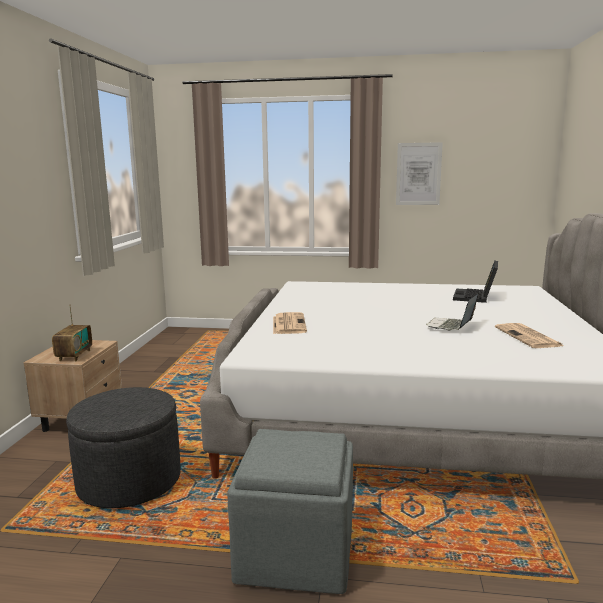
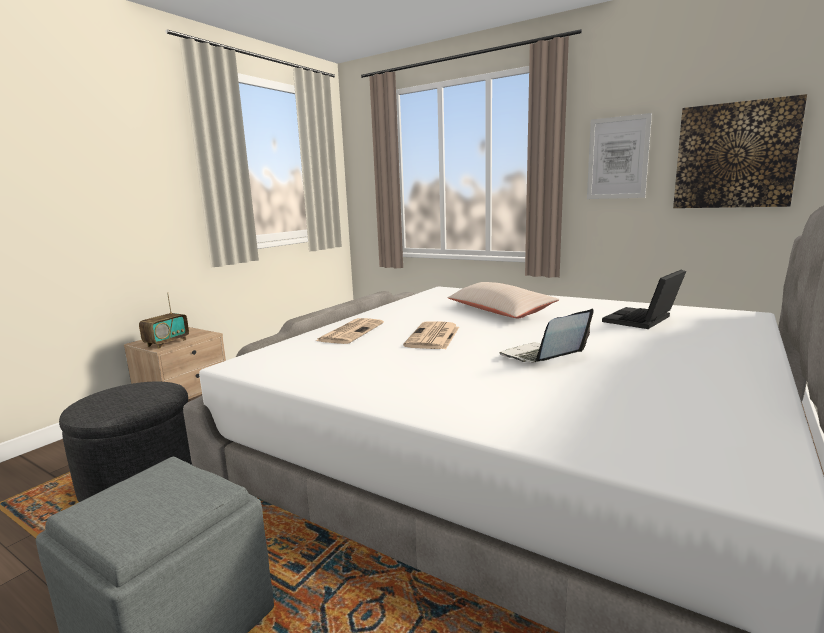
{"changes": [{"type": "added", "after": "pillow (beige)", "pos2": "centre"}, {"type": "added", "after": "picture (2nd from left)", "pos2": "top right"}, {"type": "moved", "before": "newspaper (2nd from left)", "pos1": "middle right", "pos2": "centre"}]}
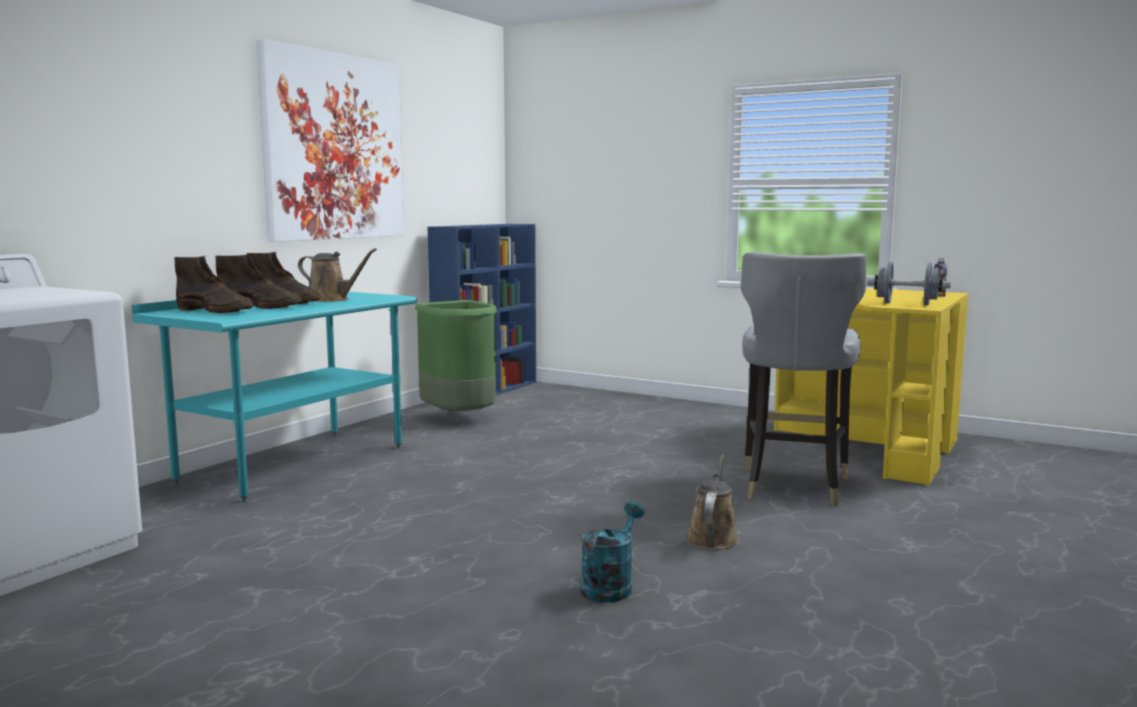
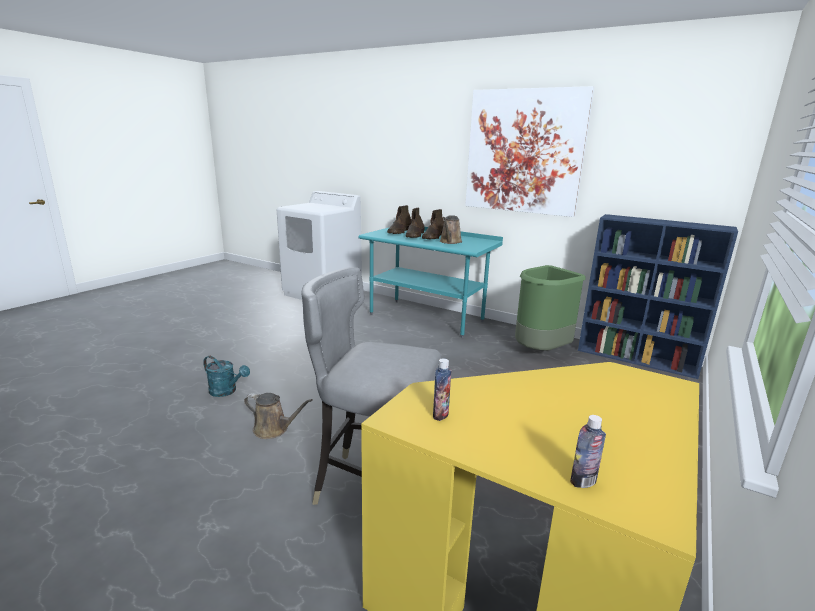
{"changes": [{"type": "replaced", "before": "dumbbell (grey)", "after": "bottle (1st from left)", "pos1": "middle right", "pos2": "centre"}]}
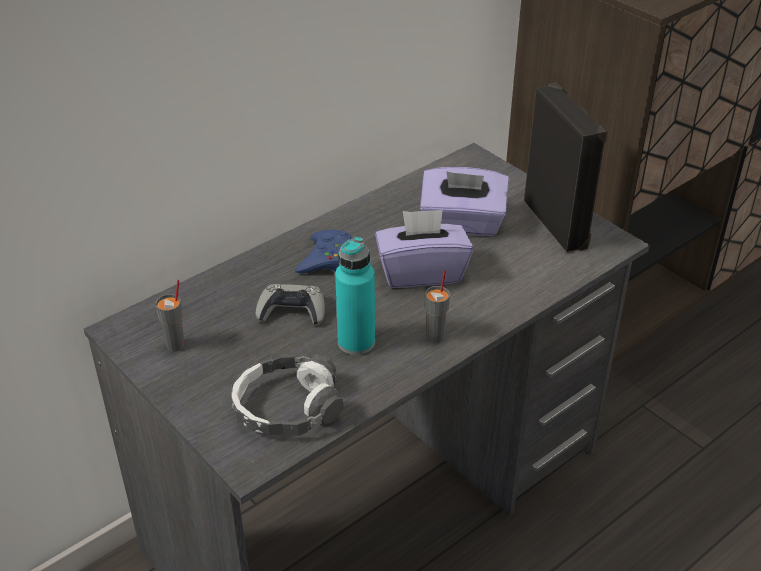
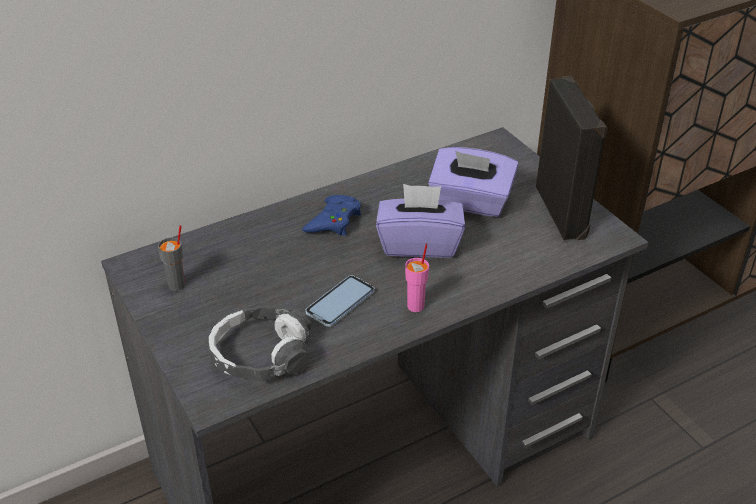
{"changes": [{"type": "removed", "before": "game controller (grey)", "pos1": "centre"}, {"type": "replaced", "before": "bottle (turquoise)", "after": "phone", "pos1": "centre", "pos2": "centre"}, {"type": "recoloured", "before": "cup (grey) (2nd from left)", "after": "cup (pink)", "pos1": "centre", "pos2": "centre"}]}
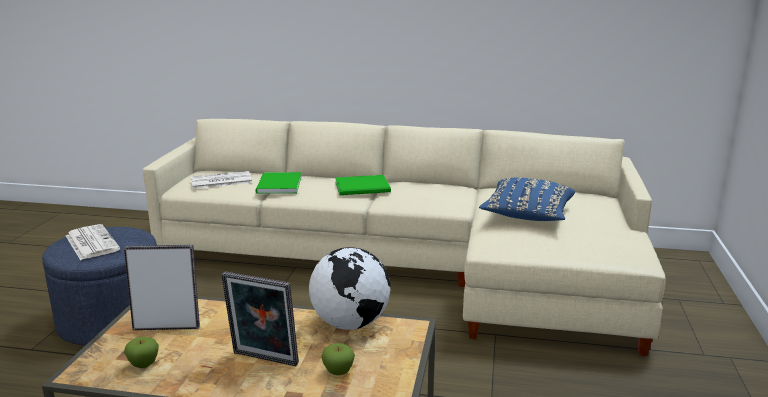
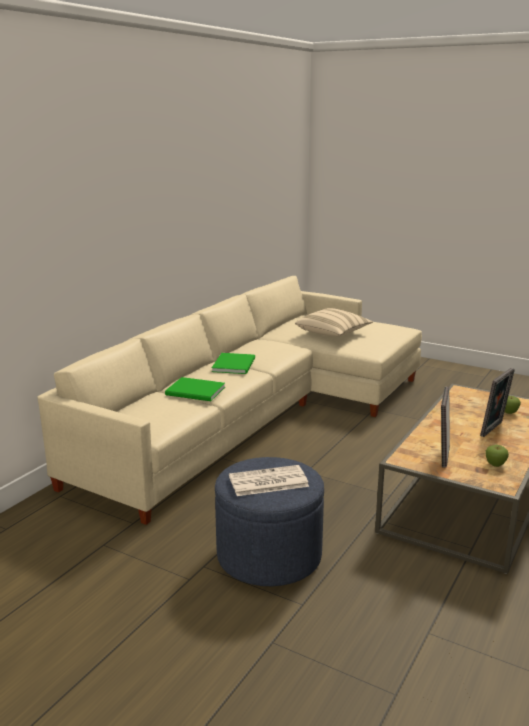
{"changes": [{"type": "removed", "before": "newspaper (2nd from left)", "pos1": "middle left"}, {"type": "removed", "before": "globe", "pos1": "bottom centre"}, {"type": "recoloured", "before": "pillow (blue)", "after": "pillow (beige)", "pos1": "middle right", "pos2": "centre"}]}
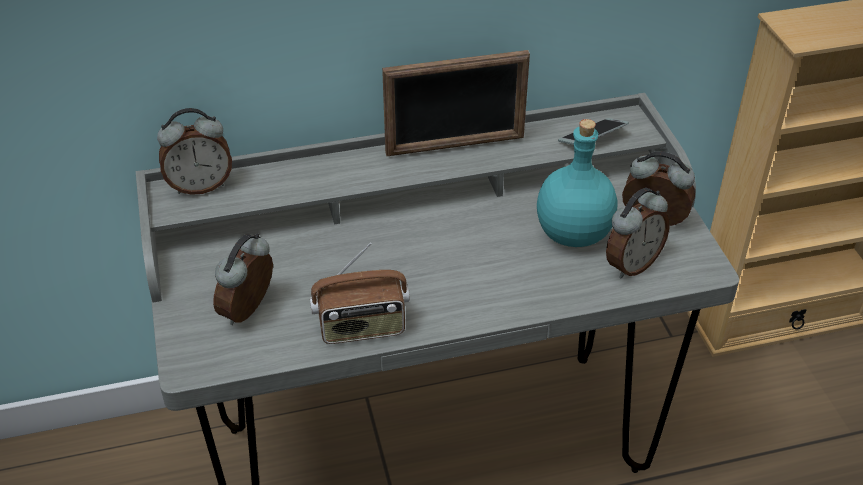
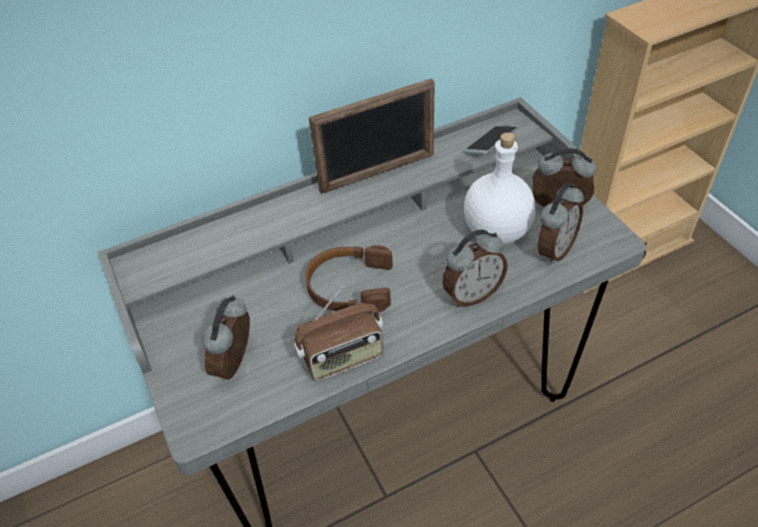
{"changes": [{"type": "added", "after": "headphones (brown)", "pos2": "centre"}, {"type": "moved", "before": "alarm clock (1st from left in the first image)", "after": "alarm clock (2nd from left)", "pos1": "top left", "pos2": "centre"}, {"type": "recoloured", "before": "bottle (turquoise)", "after": "bottle (white)", "pos1": "middle right", "pos2": "centre"}]}
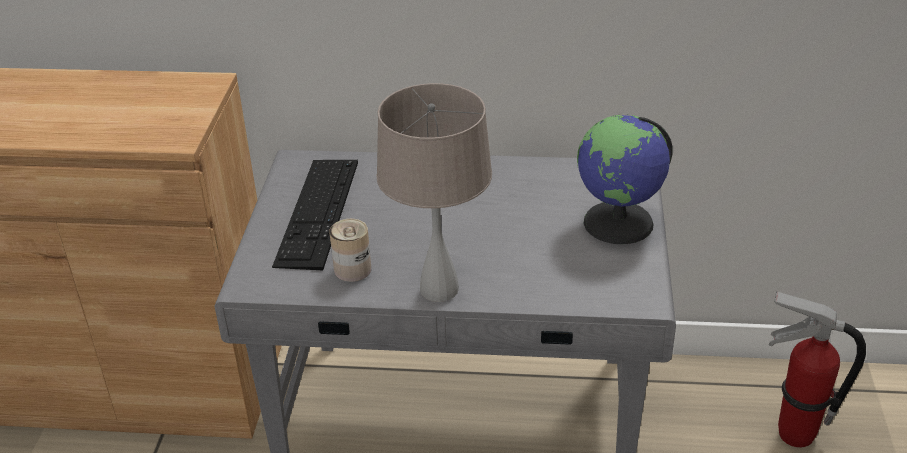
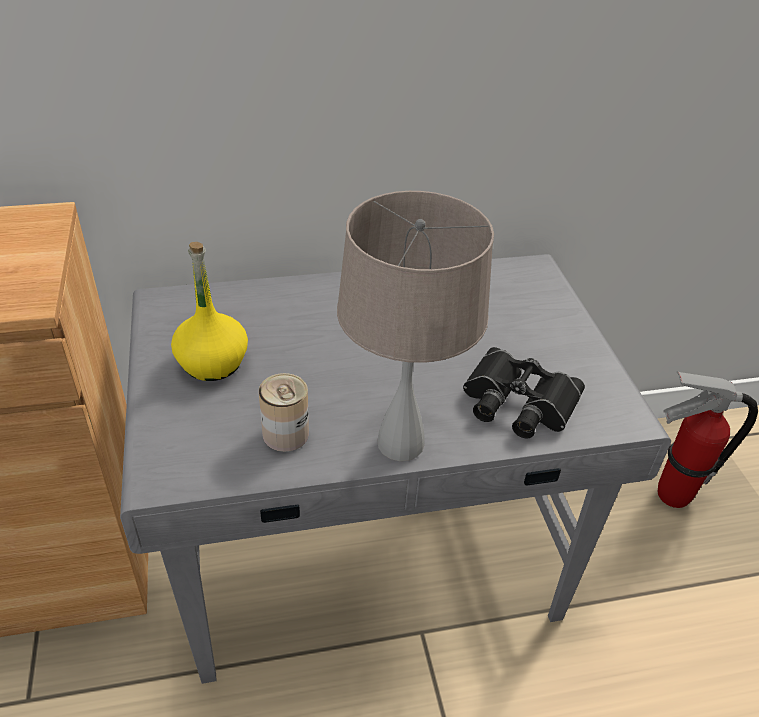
{"changes": [{"type": "removed", "before": "globe", "pos1": "middle right"}, {"type": "added", "after": "binoculars (black)", "pos2": "middle right"}, {"type": "replaced", "before": "keyboard", "after": "bottle (yellow)", "pos1": "centre", "pos2": "middle left"}]}
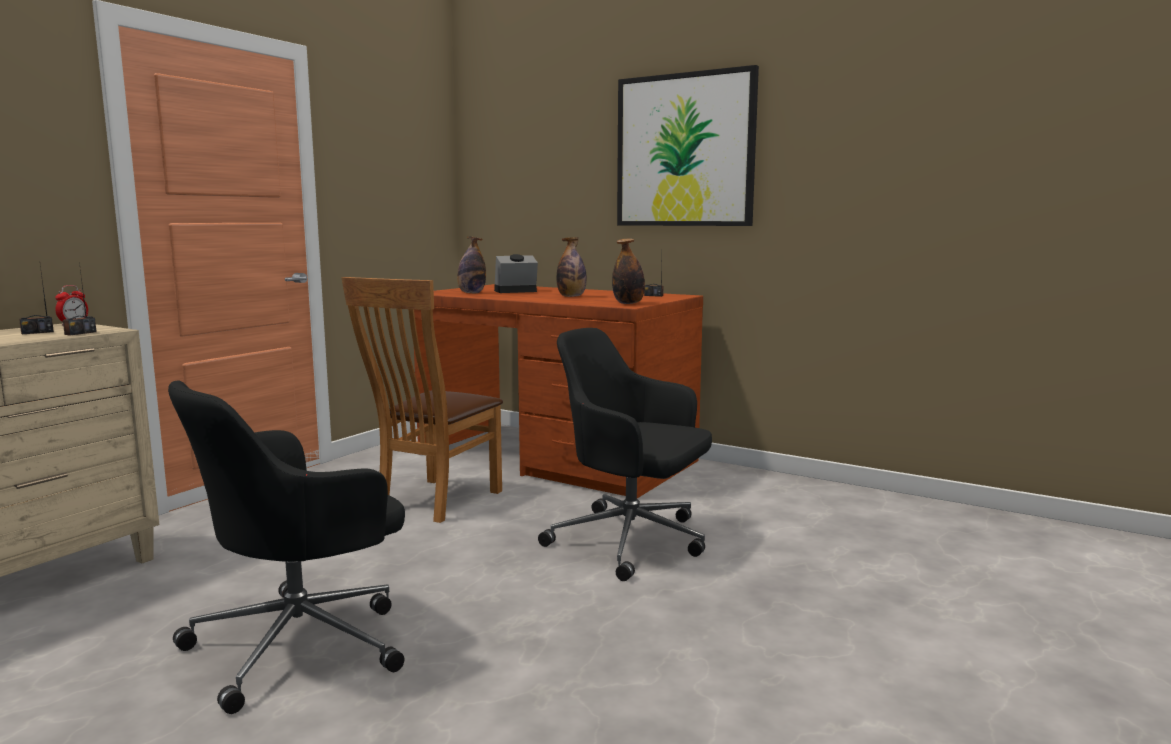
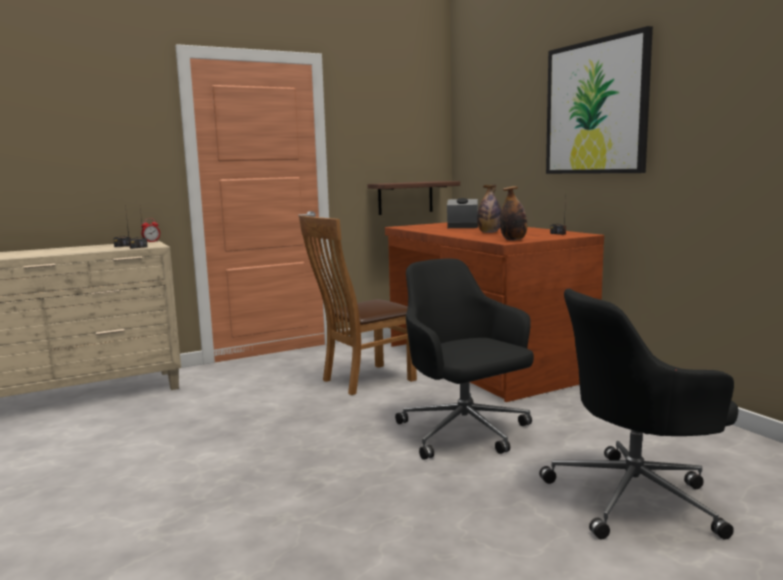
{"changes": [{"type": "removed", "before": "bottle (1st from left)", "pos1": "centre"}, {"type": "added", "after": "shelf", "pos2": "centre"}, {"type": "moved", "before": "office chair (black) (1st from left in the first image)", "after": "office chair (black) (2nd from left)", "pos1": "bottom left", "pos2": "bottom right"}]}
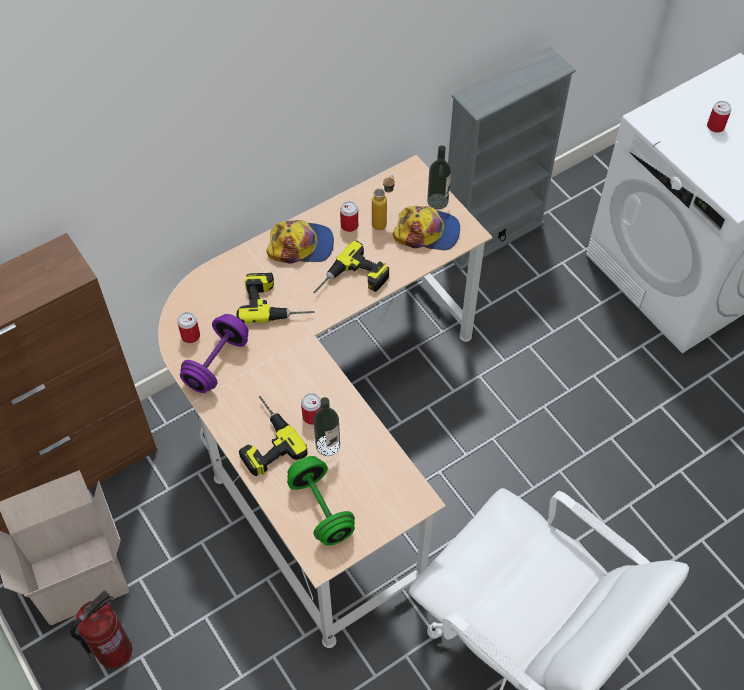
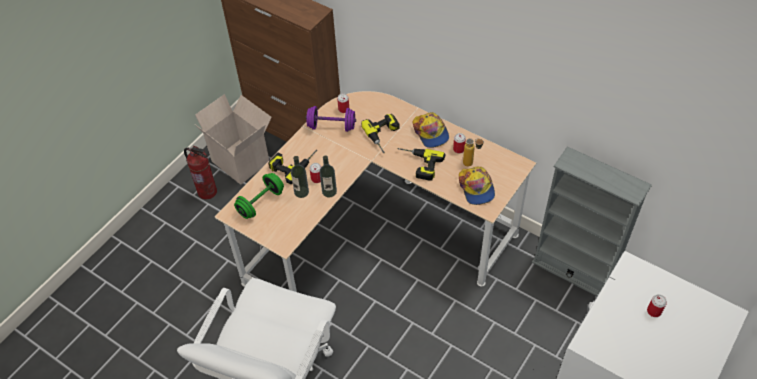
{"changes": [{"type": "moved", "before": "bottle (3rd from left in the first image)", "after": "bottle (2nd from left)", "pos1": "top centre", "pos2": "centre"}]}
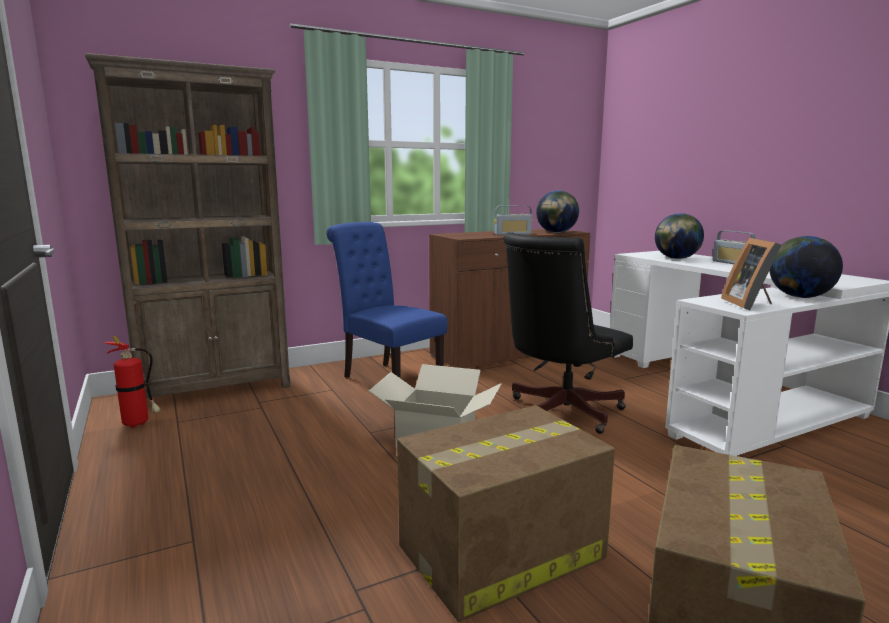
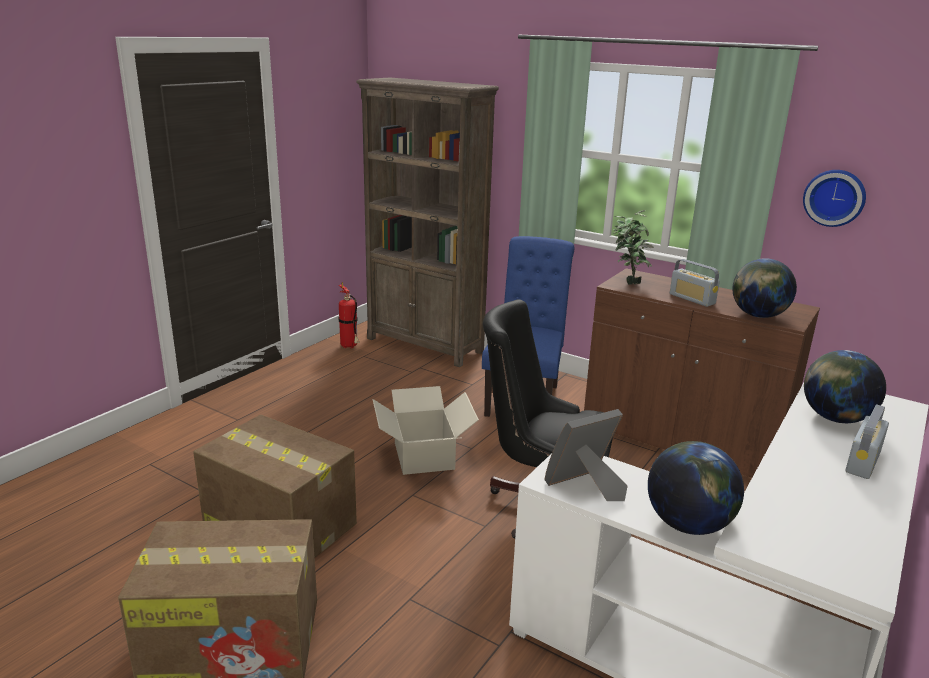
{"changes": [{"type": "added", "after": "potted plant", "pos2": "middle right"}, {"type": "added", "after": "wall clock", "pos2": "top right"}]}
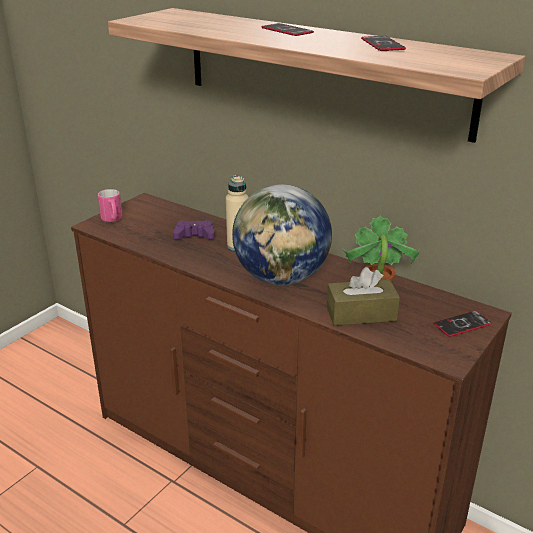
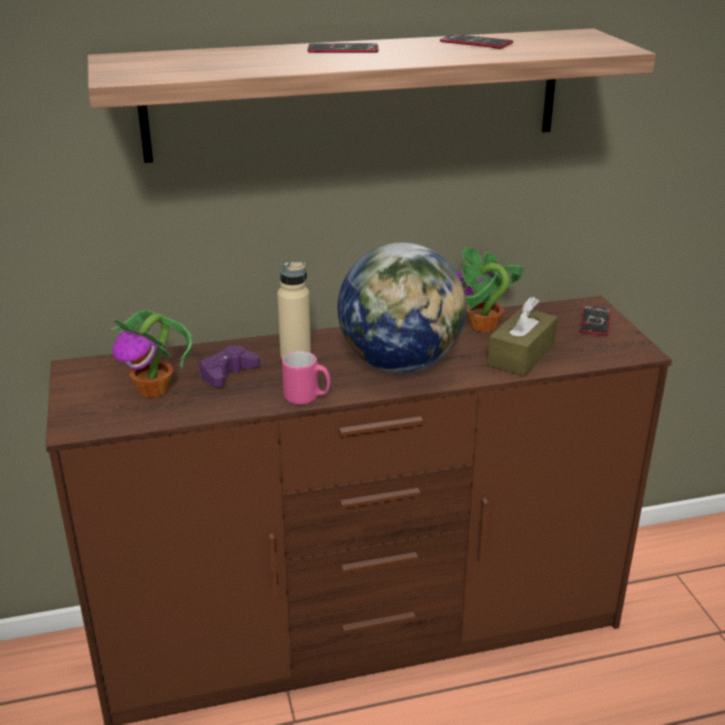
{"changes": [{"type": "added", "after": "potted plant (1st from left)", "pos2": "middle left"}, {"type": "moved", "before": "mug (pink)", "pos1": "middle left", "pos2": "centre"}]}
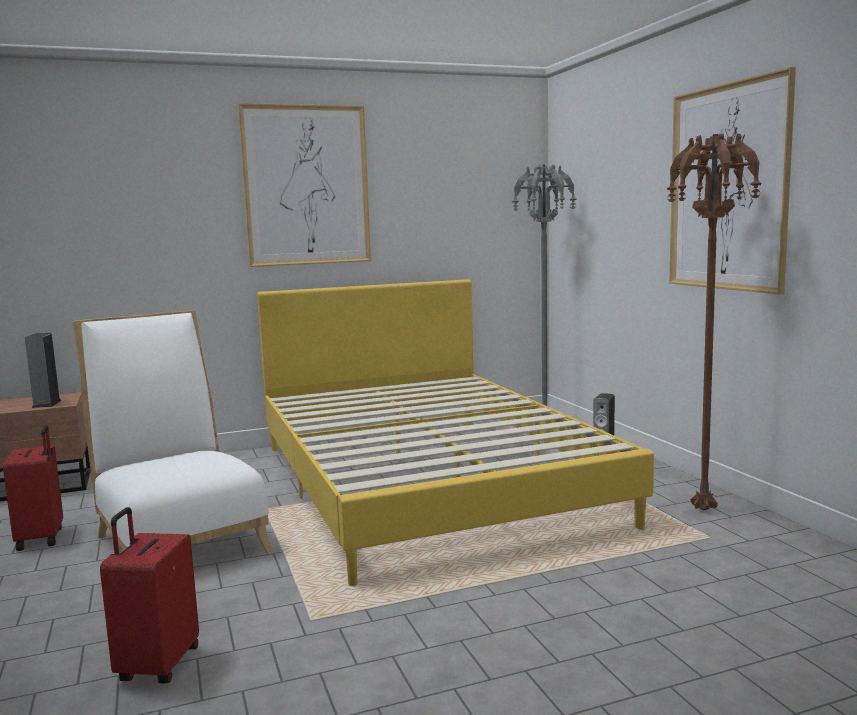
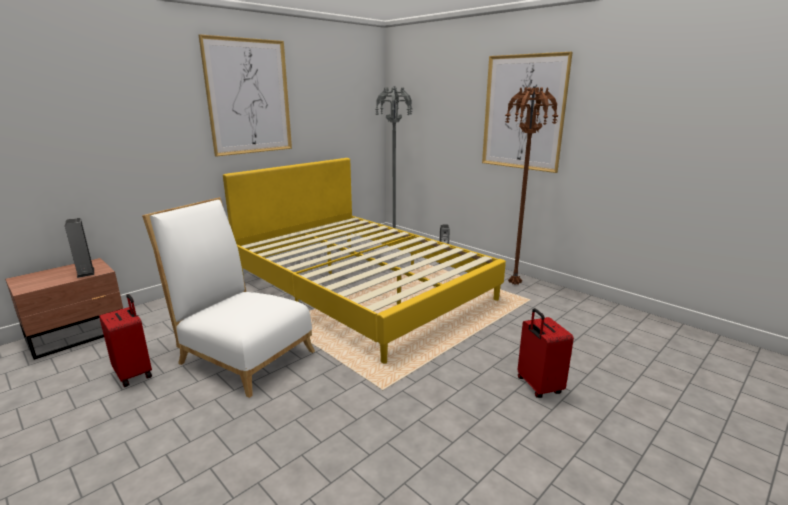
{"changes": [{"type": "moved", "before": "suitcase (red) (2nd from left)", "pos1": "bottom left", "pos2": "bottom right"}]}
